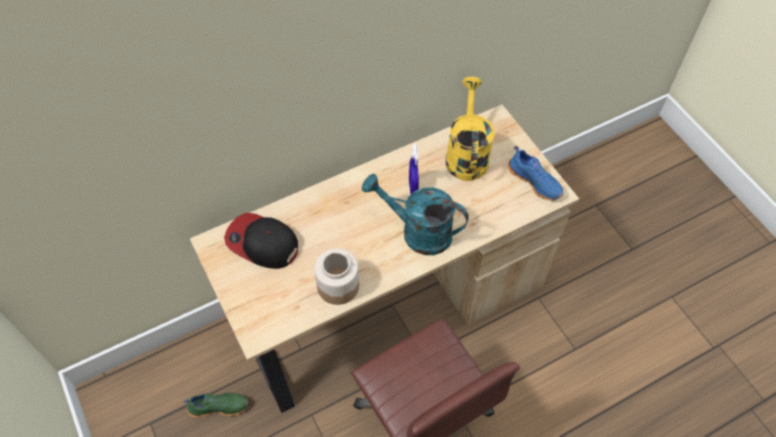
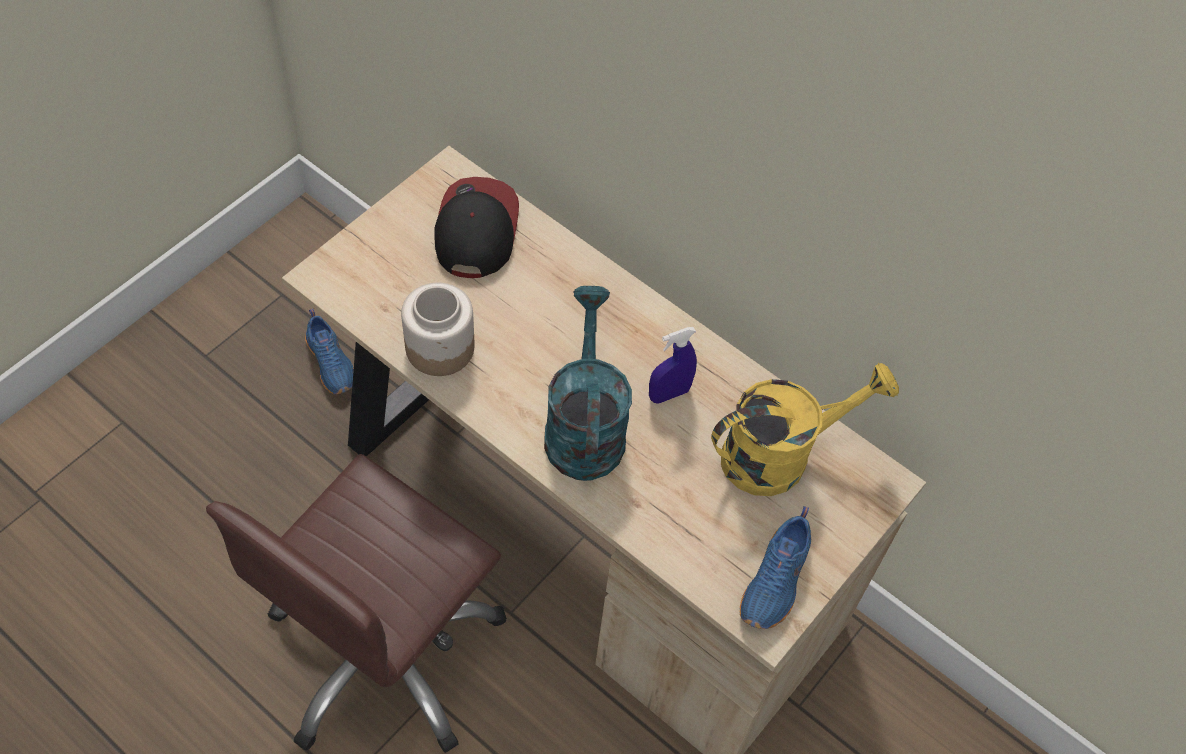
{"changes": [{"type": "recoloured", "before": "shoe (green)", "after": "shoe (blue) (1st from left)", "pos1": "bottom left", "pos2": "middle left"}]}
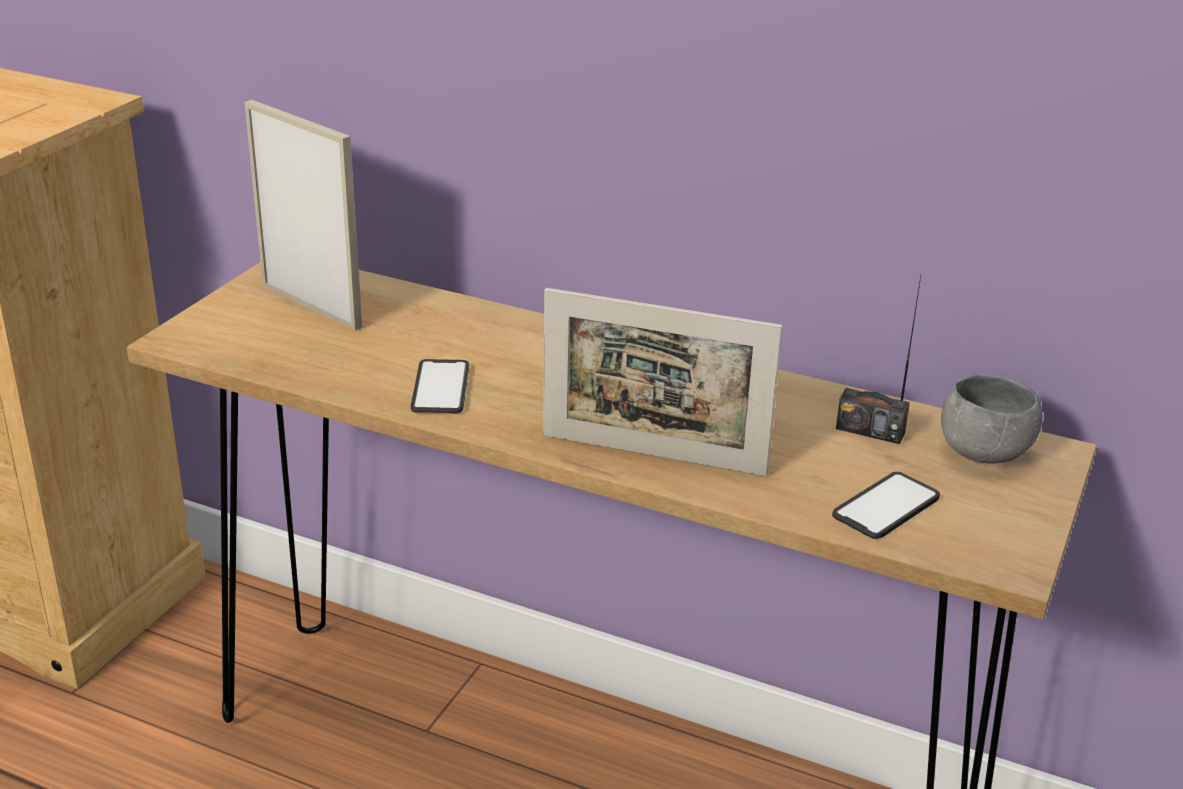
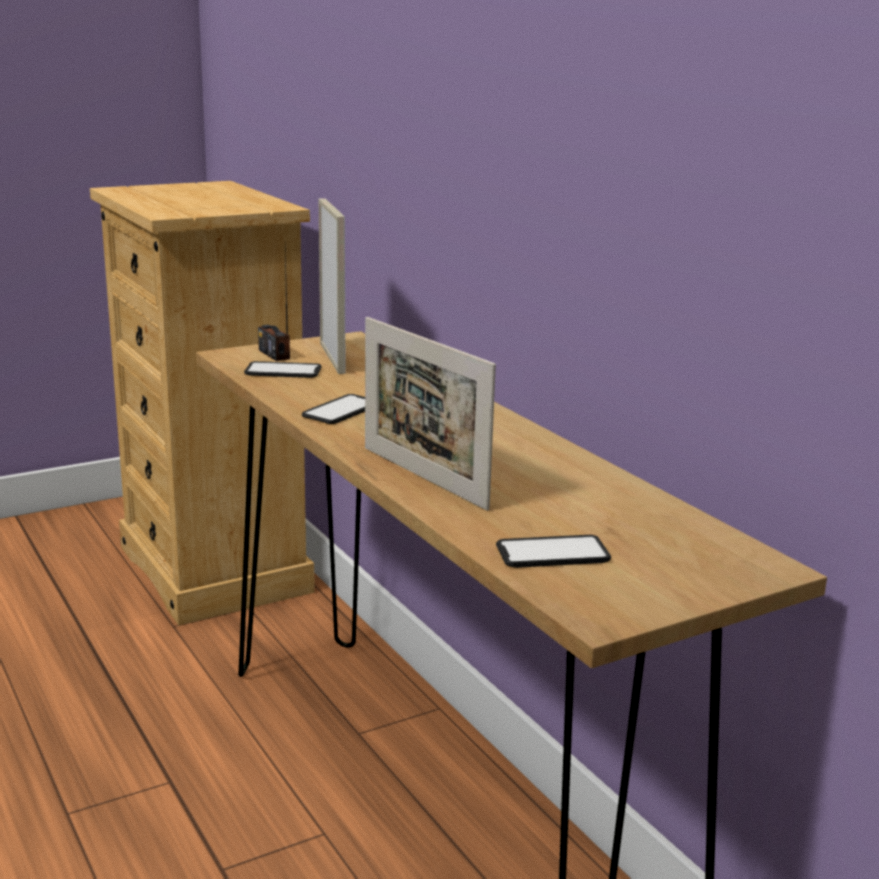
{"changes": [{"type": "removed", "before": "bowl (grey)", "pos1": "middle right"}, {"type": "added", "after": "phone (1st from left)", "pos2": "middle left"}, {"type": "moved", "before": "radio", "pos1": "middle right", "pos2": "middle left"}]}
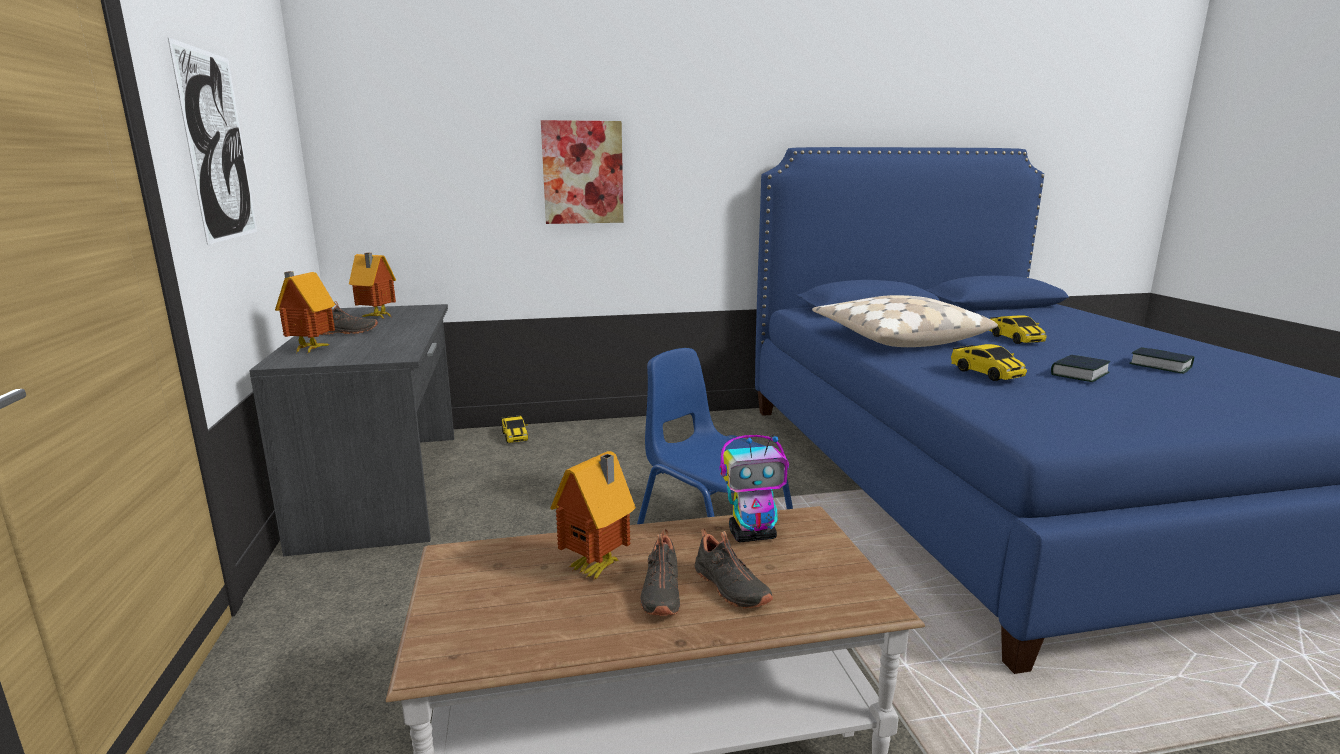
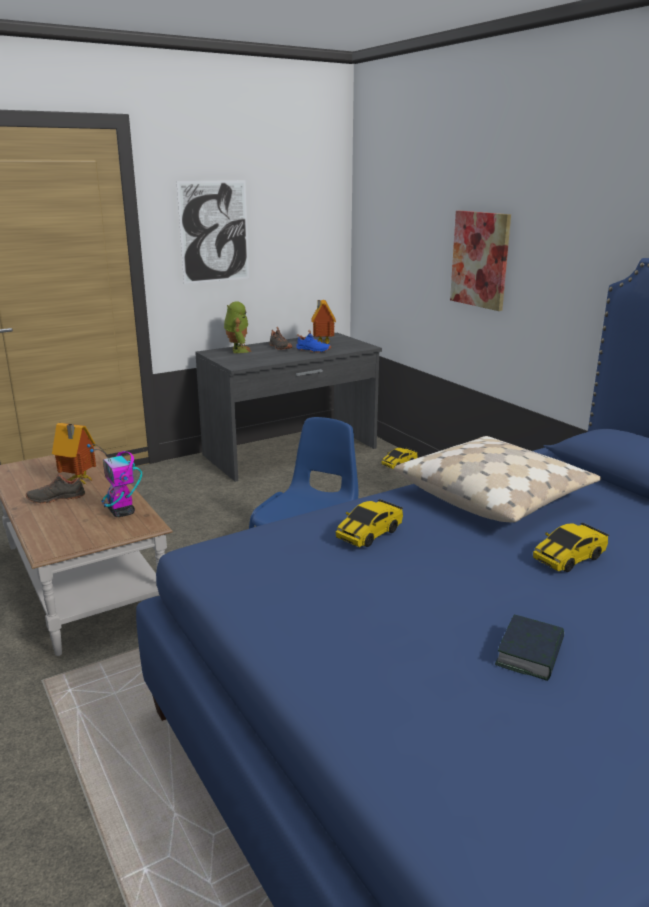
{"changes": [{"type": "removed", "before": "shoe (black) (3rd from left)", "pos1": "bottom centre"}, {"type": "removed", "before": "book (1st from left)", "pos1": "middle right"}, {"type": "added", "after": "shoe (blue)", "pos2": "centre"}, {"type": "replaced", "before": "toy house (1st from left)", "after": "toy robot (2nd from left)", "pos1": "middle left", "pos2": "centre"}]}
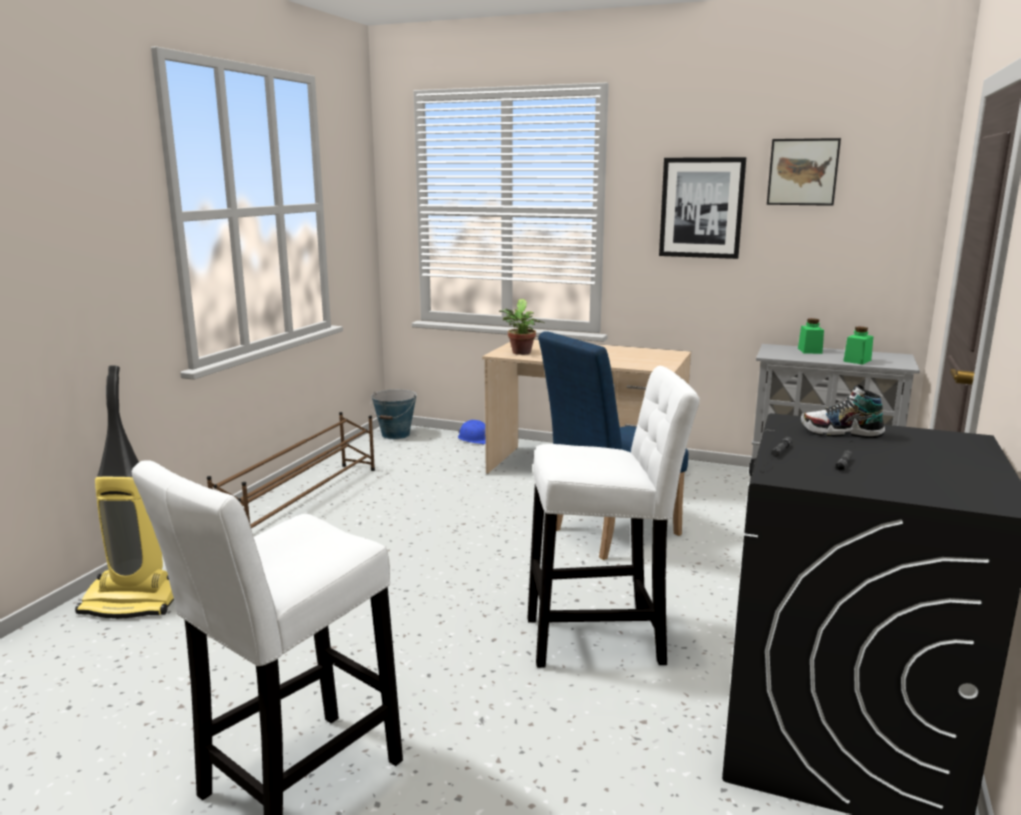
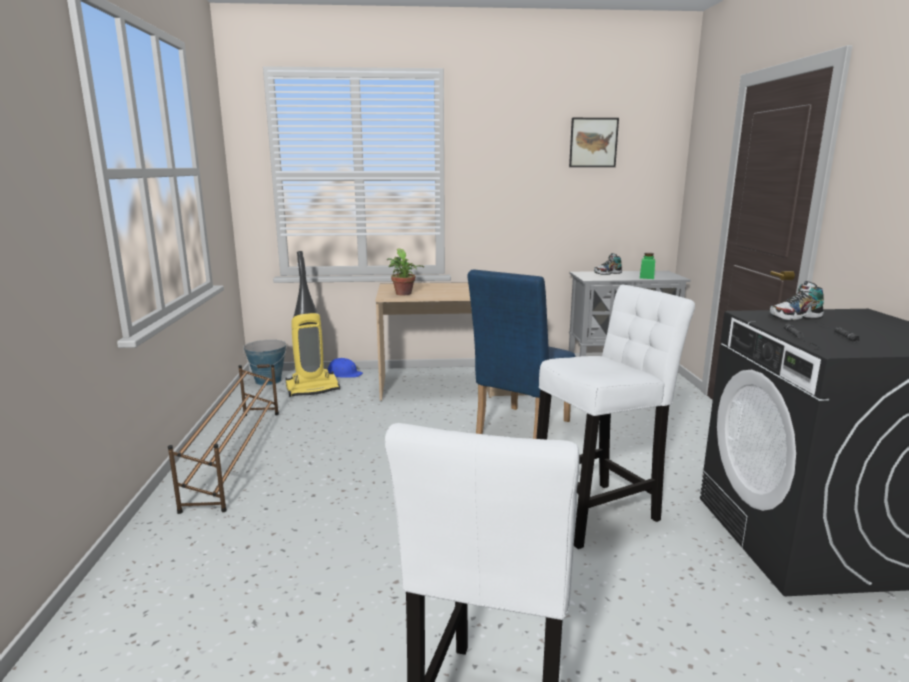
{"changes": [{"type": "removed", "before": "picture (1st from left)", "pos1": "top right"}, {"type": "moved", "before": "vacuum cleaner", "pos1": "middle left", "pos2": "centre"}, {"type": "replaced", "before": "jar (green) (1st from left)", "after": "shoe (1st from left)", "pos1": "middle right", "pos2": "middle right"}]}
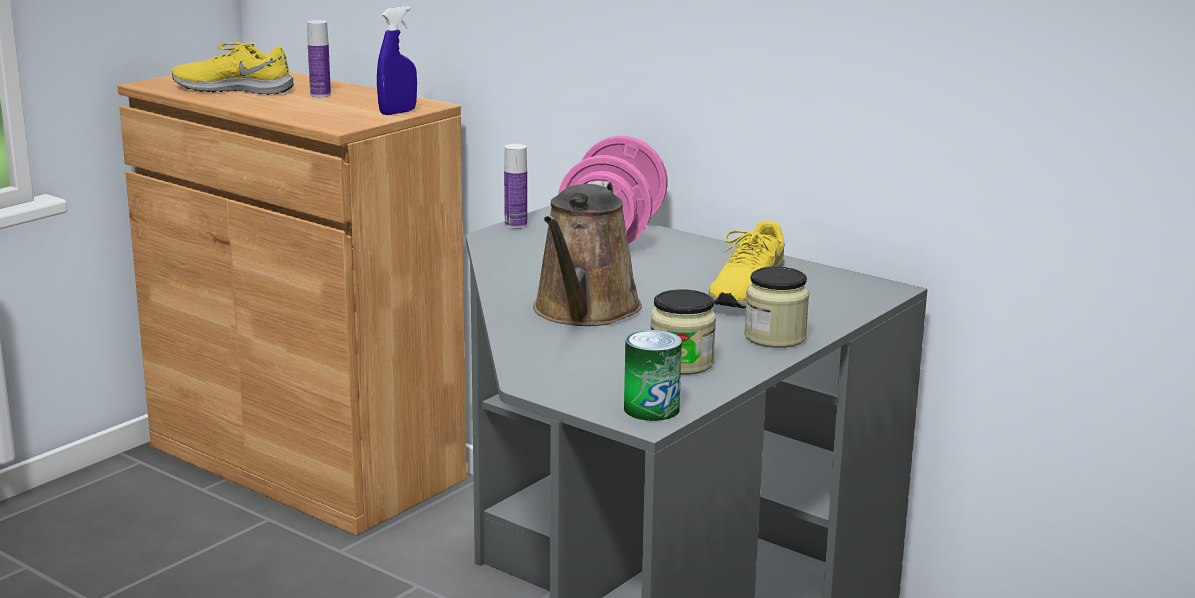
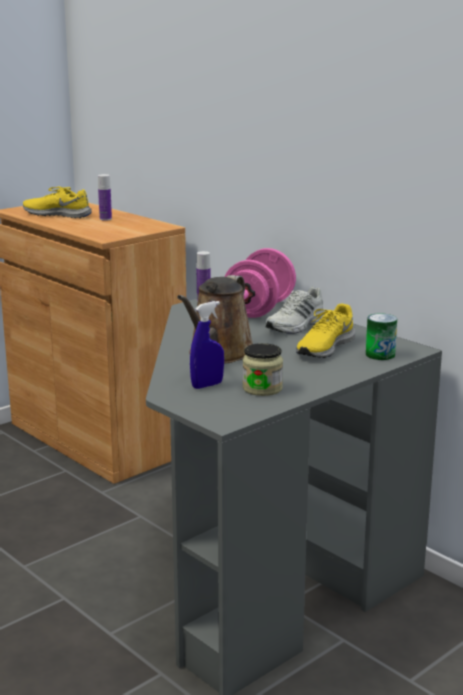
{"changes": [{"type": "removed", "before": "jar (2nd from left)", "pos1": "centre"}, {"type": "added", "after": "shoe (white)", "pos2": "centre"}, {"type": "moved", "before": "spray bottle (blue)", "pos1": "top left", "pos2": "centre"}, {"type": "moved", "before": "can", "pos1": "centre", "pos2": "middle right"}]}
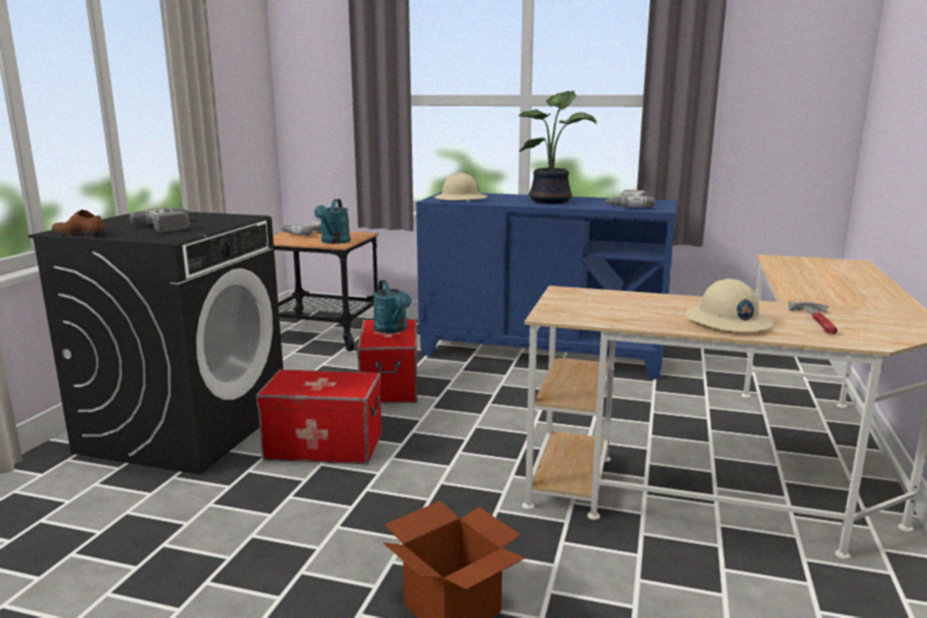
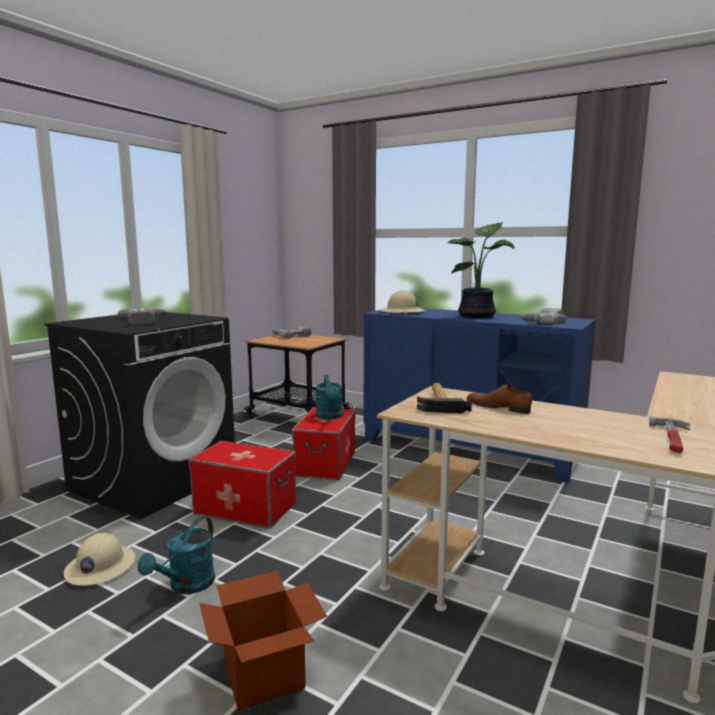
{"changes": [{"type": "added", "after": "hammer (1st from left)", "pos2": "centre"}, {"type": "moved", "before": "shoe (brown)", "pos1": "middle left", "pos2": "middle right"}, {"type": "moved", "before": "watering can (turquoise) (1st from left)", "pos1": "centre", "pos2": "bottom left"}, {"type": "moved", "before": "hard hat (beige) (2nd from left in the first image)", "after": "hard hat (beige) (1st from left)", "pos1": "middle right", "pos2": "bottom left"}]}
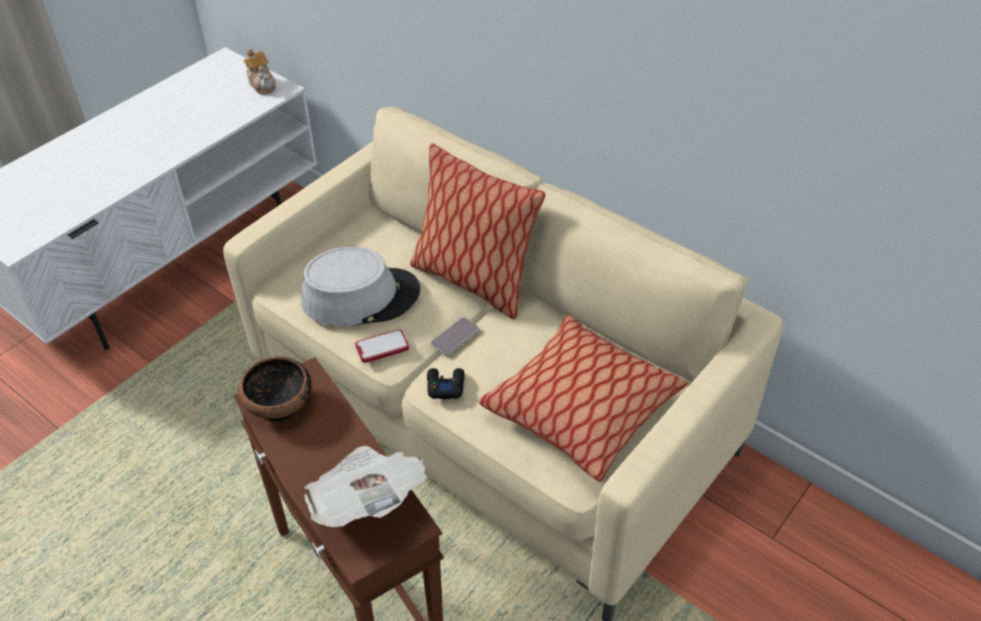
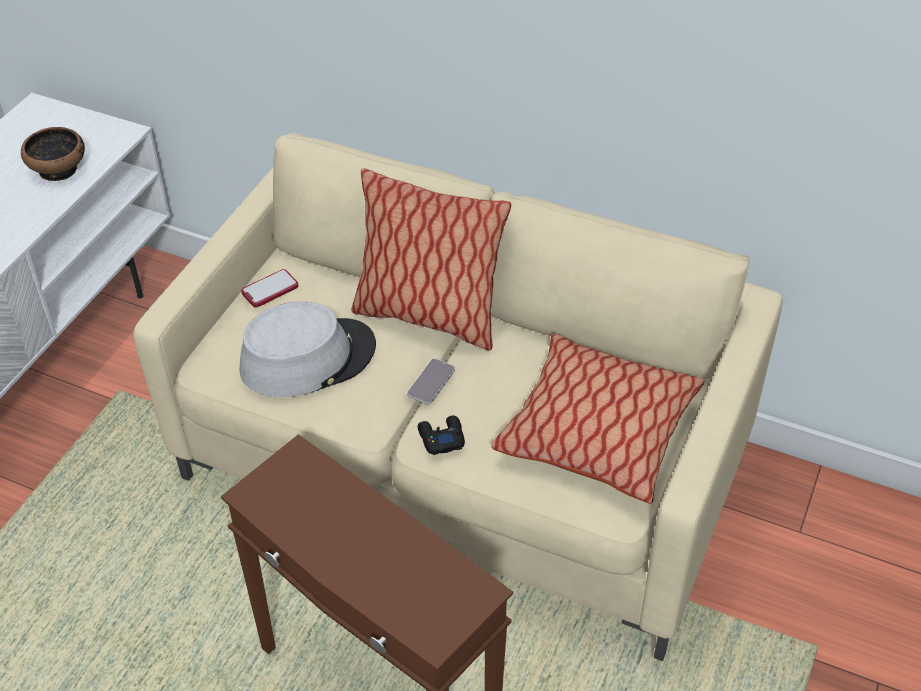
{"changes": [{"type": "removed", "before": "teapot", "pos1": "top left"}, {"type": "removed", "before": "newspaper", "pos1": "bottom centre"}, {"type": "moved", "before": "bowl", "pos1": "middle left", "pos2": "top left"}, {"type": "moved", "before": "phone (1st from left)", "pos1": "centre", "pos2": "middle left"}]}
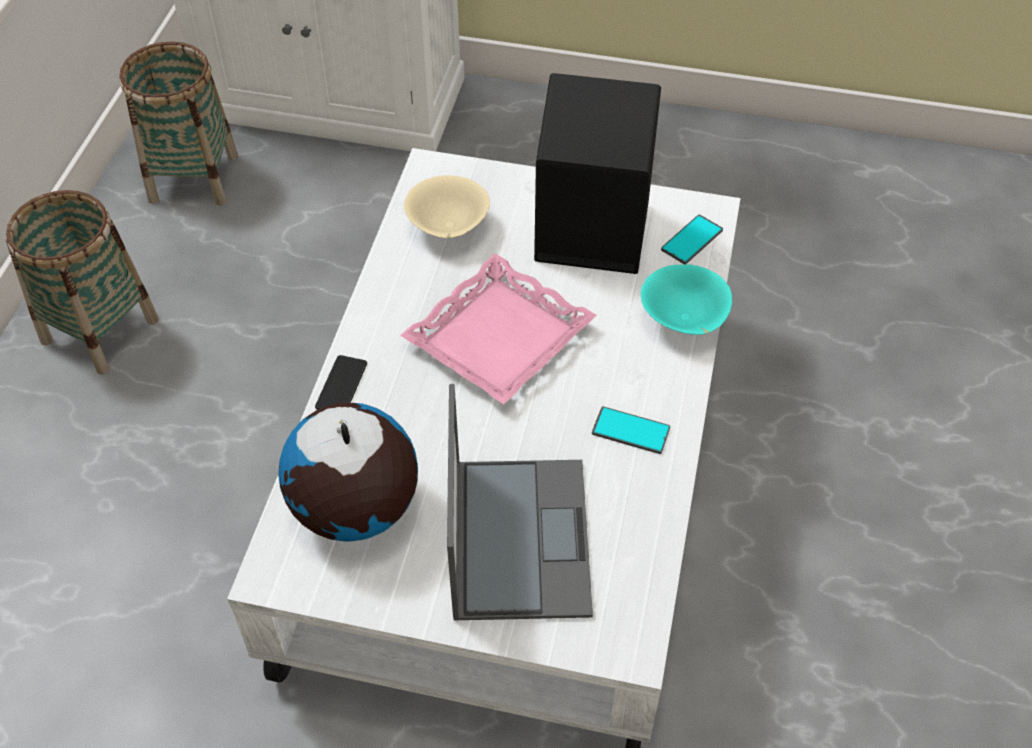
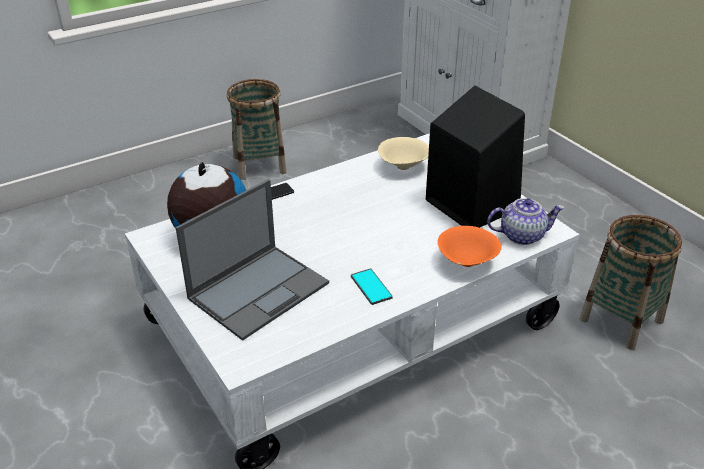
{"changes": [{"type": "removed", "before": "tray (pink)", "pos1": "centre"}, {"type": "moved", "before": "basket (2nd from left)", "pos1": "top left", "pos2": "middle right"}, {"type": "replaced", "before": "phone (3rd from left)", "after": "teapot", "pos1": "top right", "pos2": "middle right"}, {"type": "recoloured", "before": "bowl (turquoise)", "after": "bowl (orange)", "pos1": "centre", "pos2": "middle right"}]}
